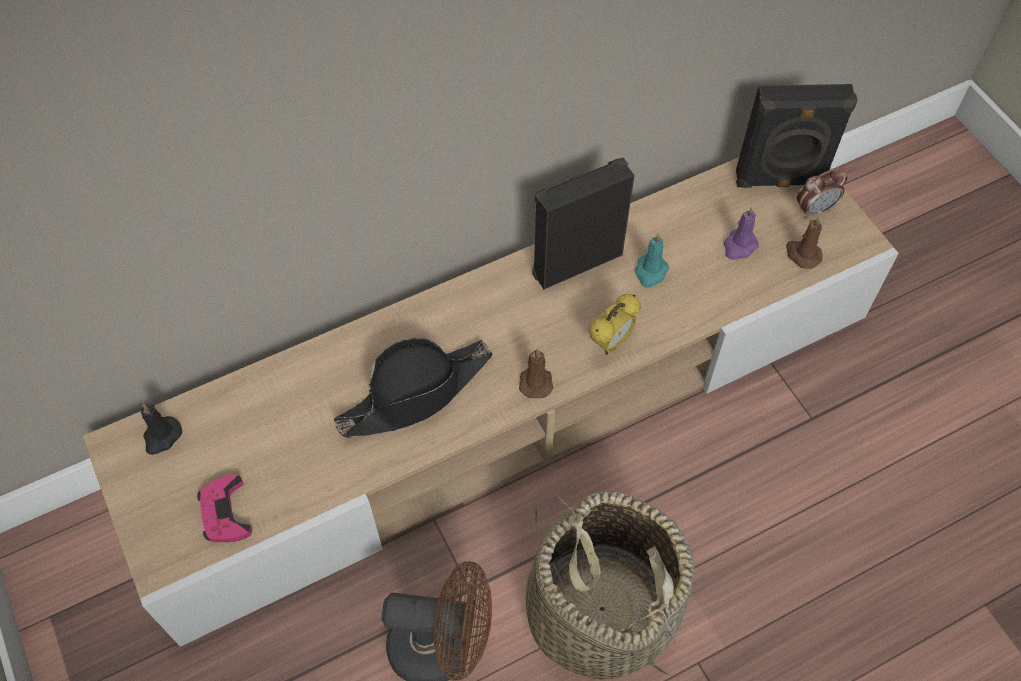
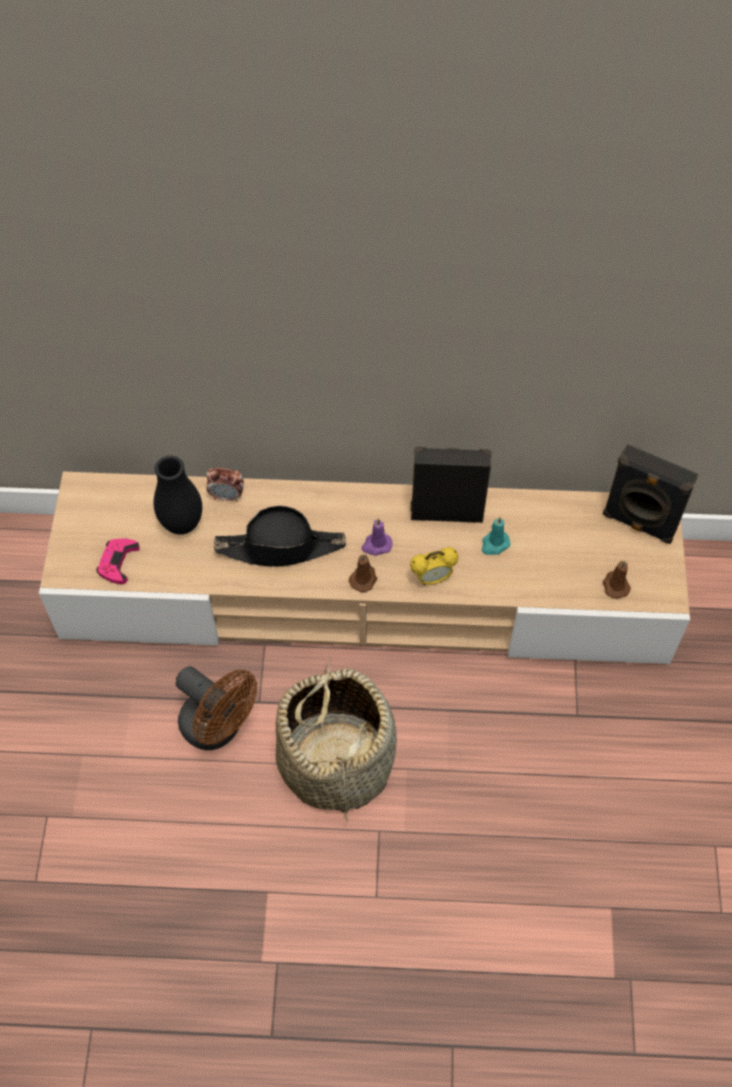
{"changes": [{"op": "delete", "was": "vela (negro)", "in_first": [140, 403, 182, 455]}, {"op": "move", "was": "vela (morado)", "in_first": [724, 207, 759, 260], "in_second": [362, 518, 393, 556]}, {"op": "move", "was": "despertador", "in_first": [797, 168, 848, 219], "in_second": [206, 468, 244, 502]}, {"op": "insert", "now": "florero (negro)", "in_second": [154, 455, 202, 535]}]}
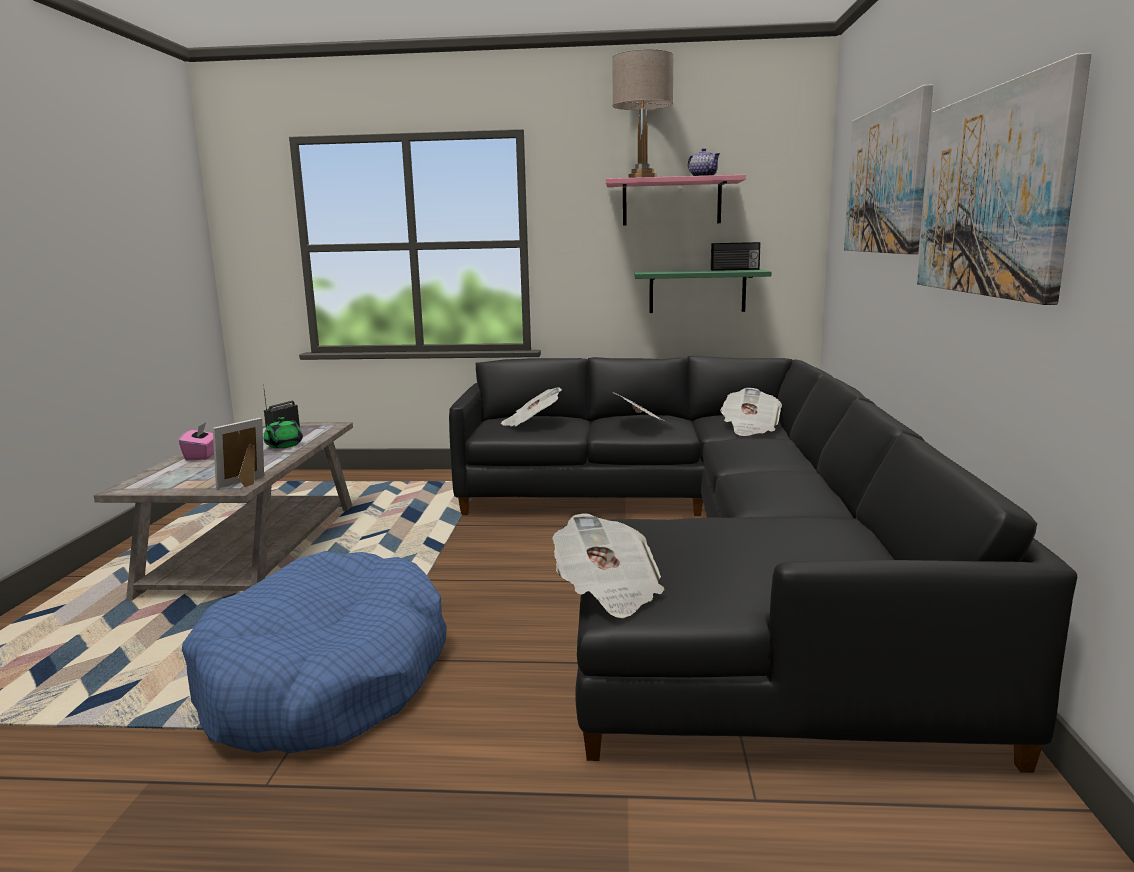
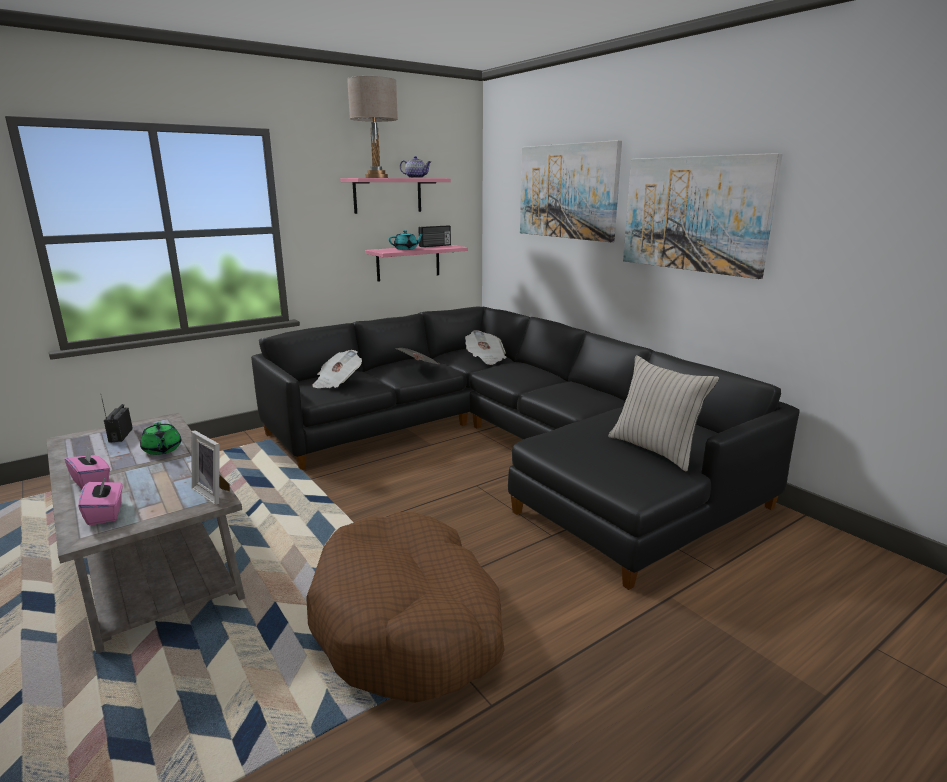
{"changes": [{"op": "recolor", "was": "cama para perro (azul)", "now": "cama para perro (marrón)", "in_first": [182, 551, 447, 753], "in_second": [306, 512, 505, 703]}, {"op": "rotate", "was": "portarretratos", "in_first": [213, 418, 264, 489], "in_second": [191, 430, 230, 505], "clockwise": -45}, {"op": "delete", "was": "periódico", "in_first": [553, 514, 664, 618]}, {"op": "recolor", "was": "estante (verde)", "now": "estante (rosa)", "in_first": [634, 269, 772, 313], "in_second": [365, 245, 468, 282]}, {"op": "insert", "now": "caja de pañuelos (rosa)", "in_second": [79, 474, 123, 525]}, {"op": "insert", "now": "tetera (turquesa)", "in_second": [388, 230, 423, 250]}, {"op": "insert", "now": "cojín (beis)", "in_second": [608, 355, 719, 472]}]}
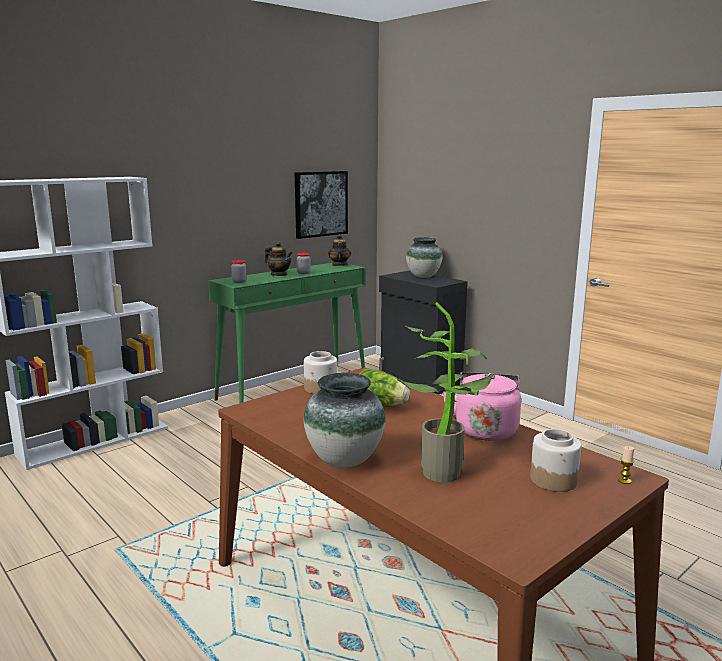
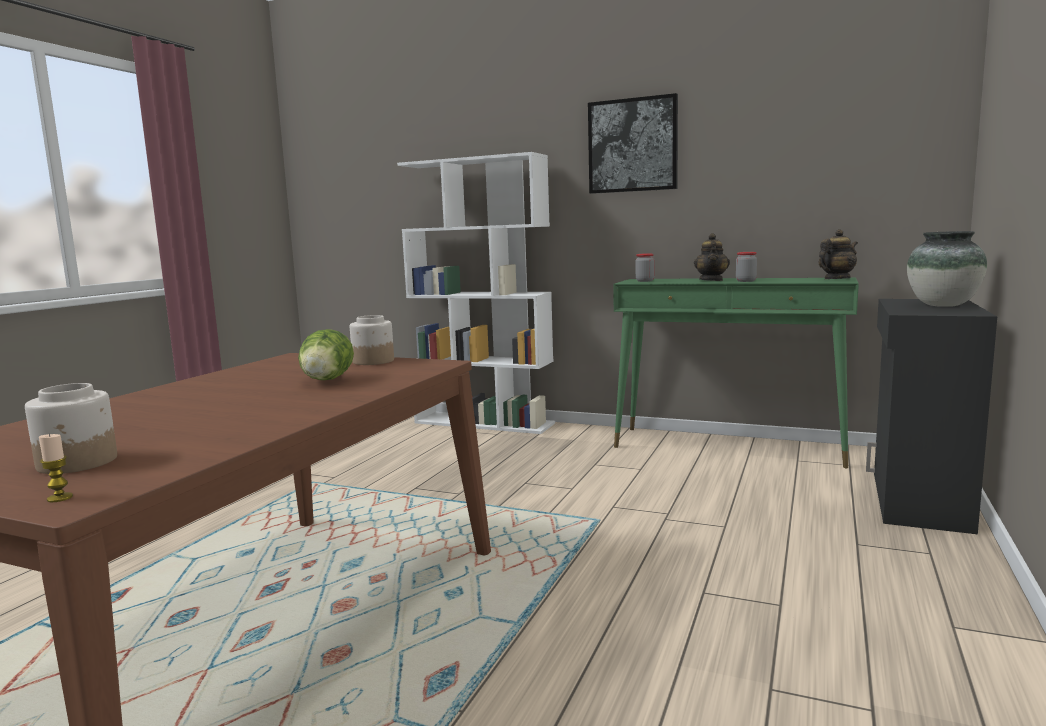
{"changes": [{"op": "move", "was": "cuadro", "in_first": [295, 171, 348, 239], "in_second": [588, 93, 678, 194]}, {"op": "delete", "was": "florero", "in_first": [304, 373, 385, 467]}, {"op": "delete", "was": "planta en maceta", "in_first": [397, 302, 494, 482]}, {"op": "delete", "was": "hervidor (rosa)", "in_first": [443, 372, 521, 441]}]}
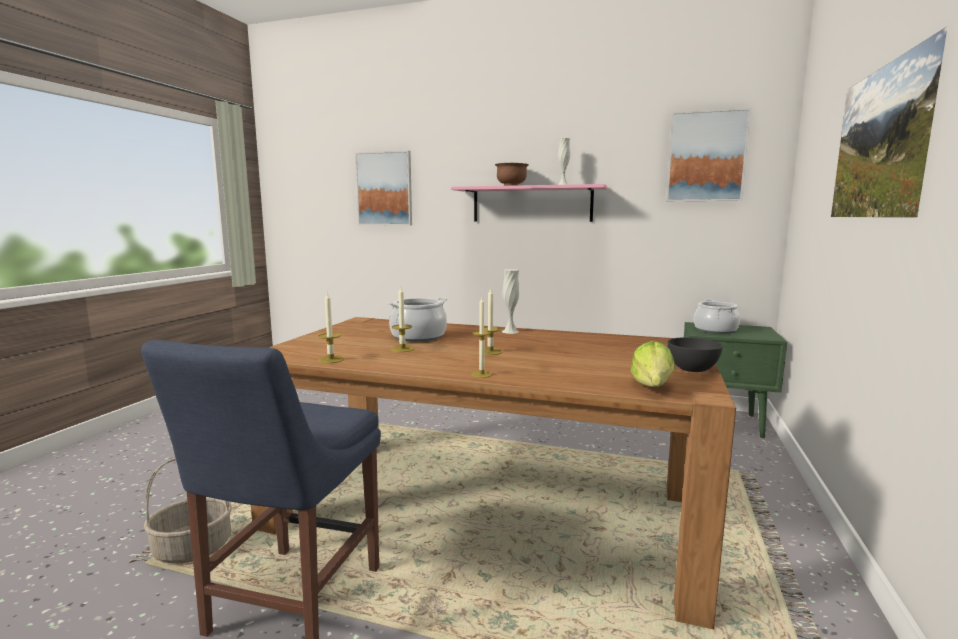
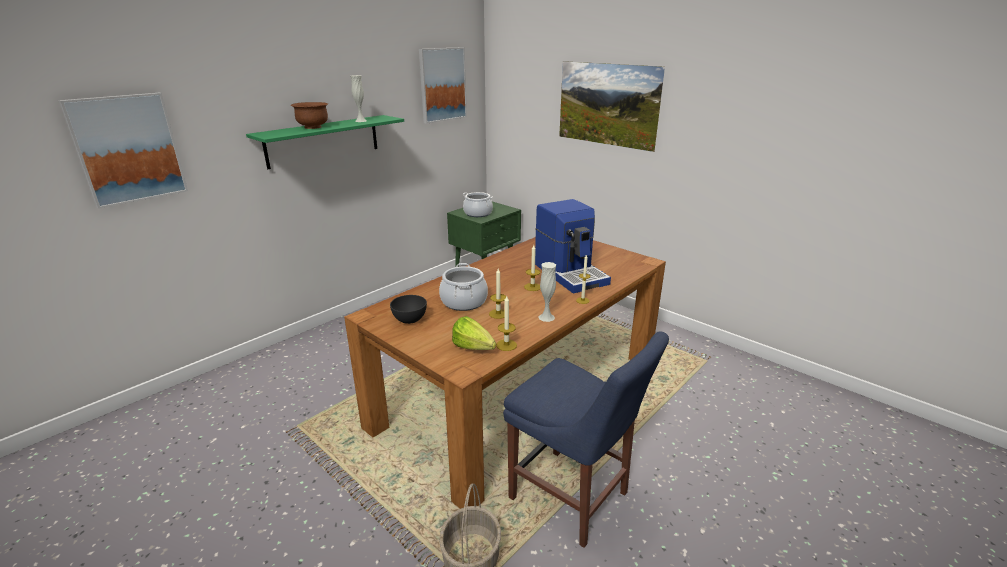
{"changes": [{"op": "recolor", "was": "estante (rosa)", "now": "estante (verde)", "in_first": [451, 184, 608, 222], "in_second": [246, 115, 404, 169]}, {"op": "move", "was": "florero (blanco)", "in_first": [502, 269, 519, 334], "in_second": [538, 262, 556, 322]}, {"op": "move", "was": "lechuga", "in_first": [630, 341, 675, 387], "in_second": [452, 316, 496, 350]}, {"op": "move", "was": "cuenco (gris)", "in_first": [668, 337, 723, 372], "in_second": [390, 295, 427, 324]}, {"op": "insert", "now": "cafetera", "in_second": [535, 199, 611, 294]}]}
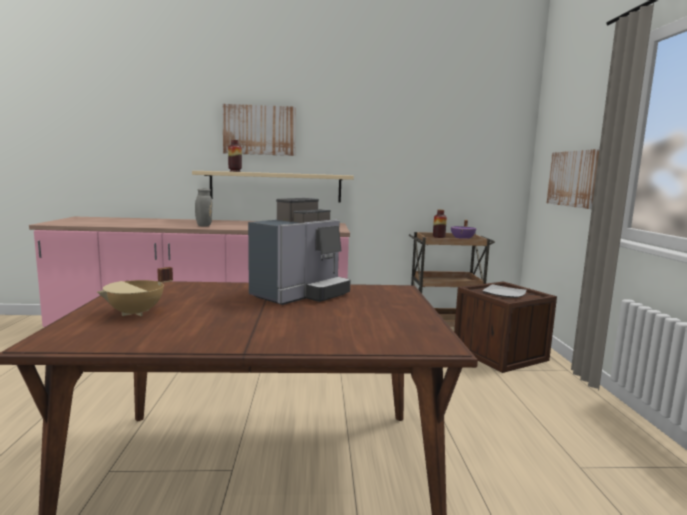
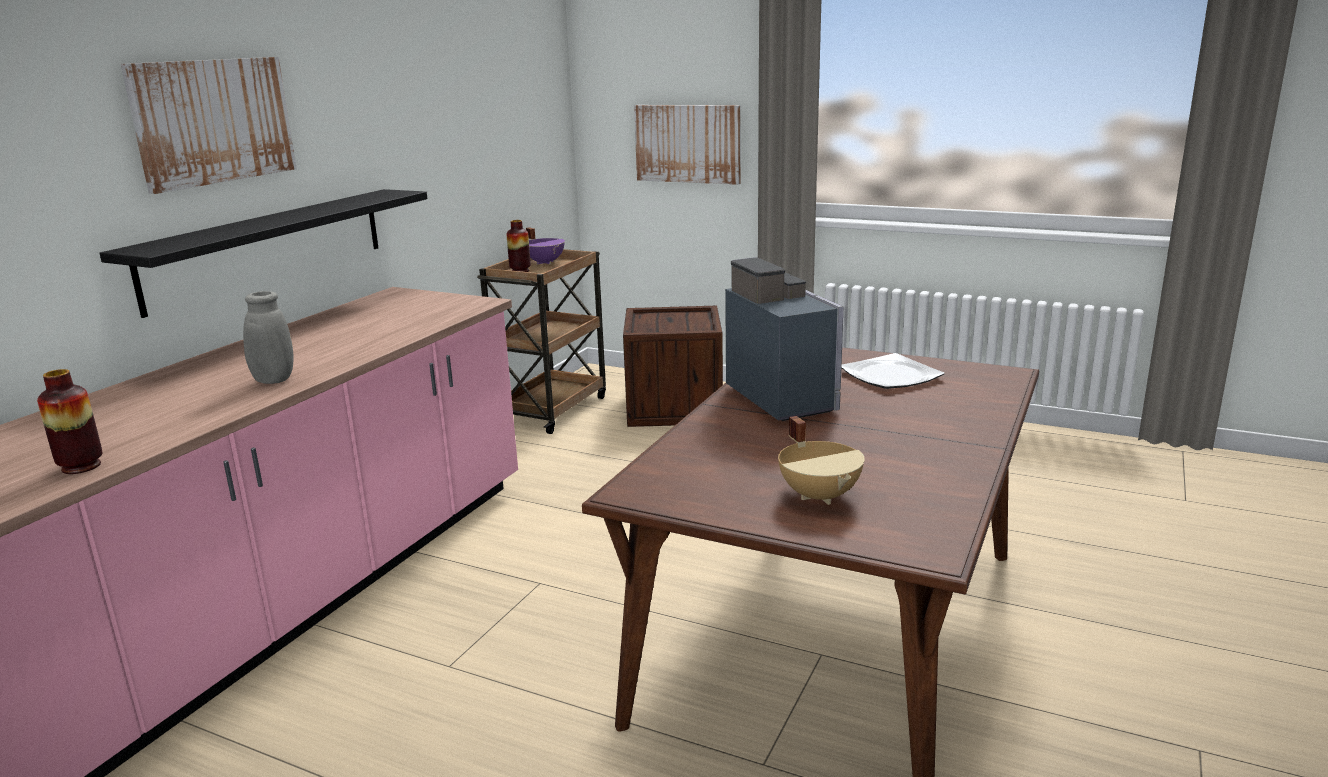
{"changes": [{"op": "recolor", "was": "estante (beis)", "now": "estante (negro)", "in_first": [192, 171, 354, 203], "in_second": [99, 189, 427, 318]}, {"op": "move", "was": "florero", "in_first": [228, 140, 242, 172], "in_second": [37, 369, 103, 474]}, {"op": "move", "was": "plato", "in_first": [483, 284, 527, 298], "in_second": [841, 353, 945, 389]}]}
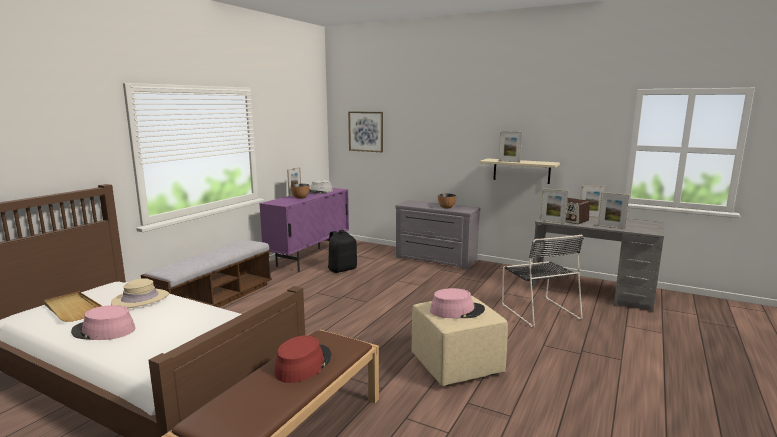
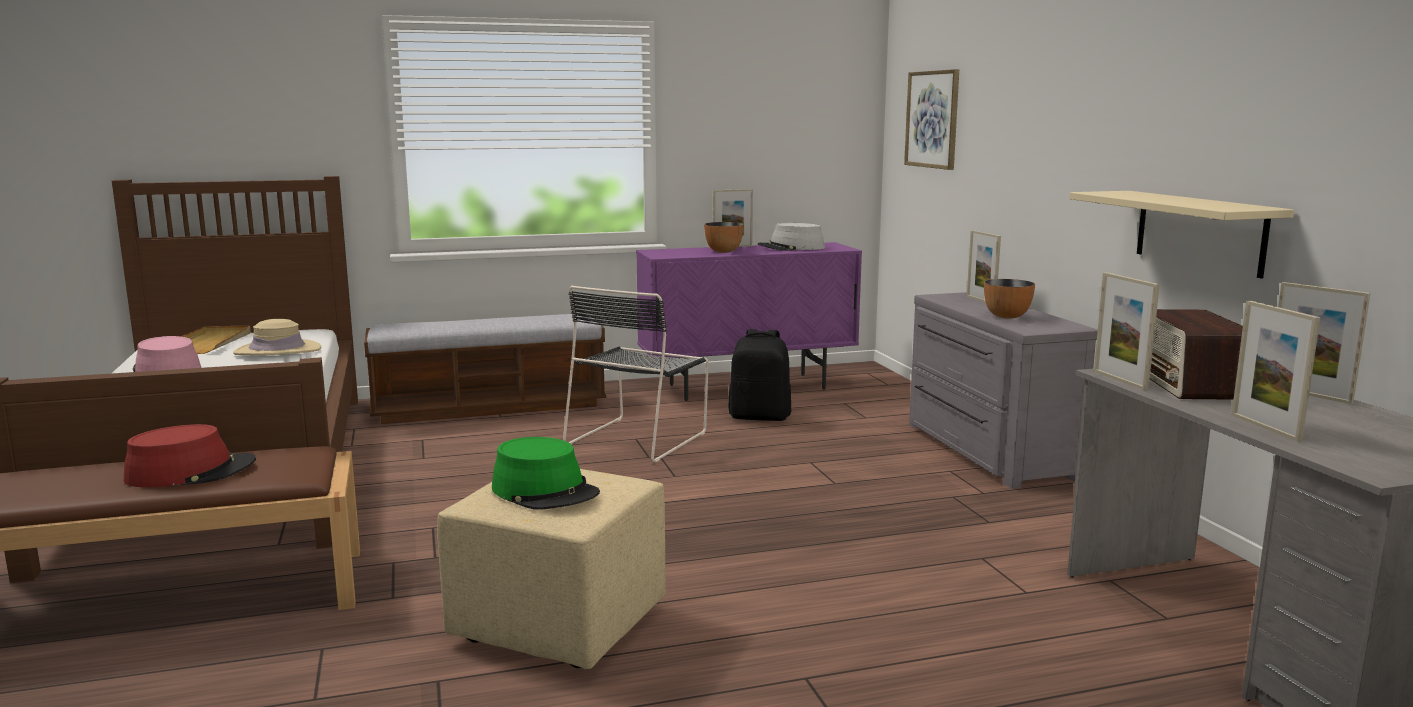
{"changes": [{"op": "recolor", "was": "sombrero (rosa)", "now": "sombrero (verde)", "in_first": [430, 288, 485, 318], "in_second": [492, 437, 600, 509]}, {"op": "move", "was": "portarretratos", "in_first": [499, 131, 522, 162], "in_second": [967, 230, 1001, 303]}, {"op": "move", "was": "silla (negro)", "in_first": [502, 234, 583, 327], "in_second": [563, 286, 709, 462]}]}
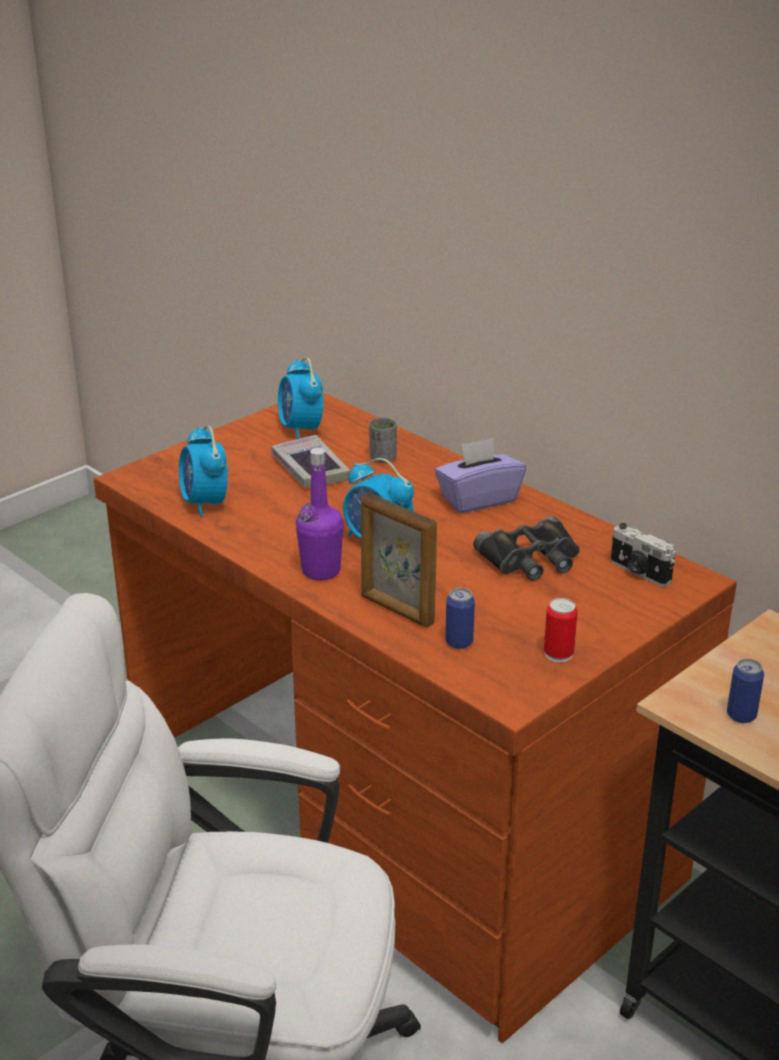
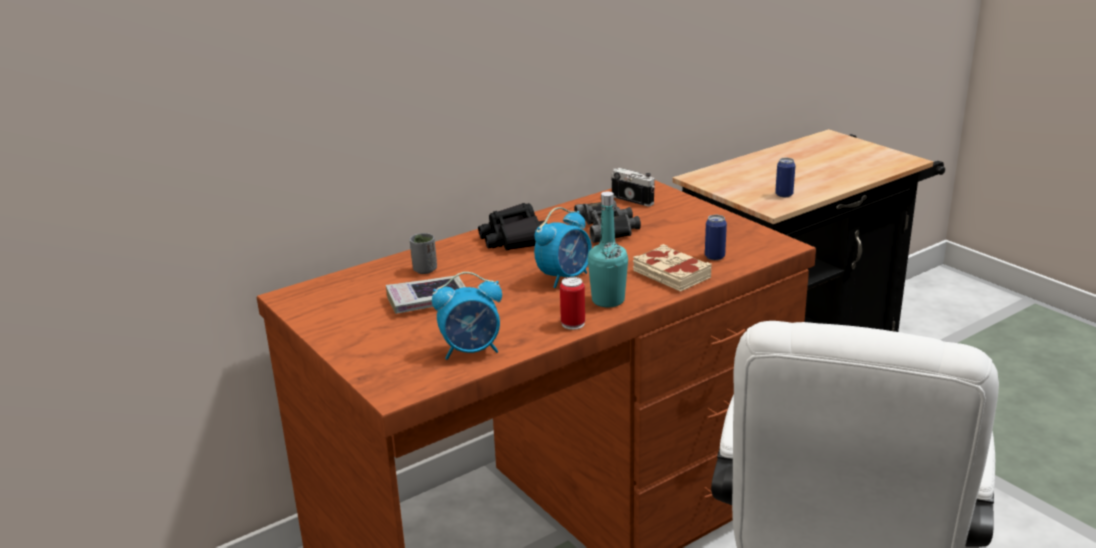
{"changes": [{"op": "delete", "was": "despertador", "in_first": [278, 357, 324, 439]}, {"op": "recolor", "was": "botella (morado)", "now": "botella (turquesa)", "in_first": [296, 448, 344, 580], "in_second": [588, 192, 628, 307]}, {"op": "replace", "was": "portarretratos", "now": "libro (beis)", "in_first": [361, 492, 437, 628], "in_second": [633, 244, 712, 292]}, {"op": "replace", "was": "caja de pañuelos (morado)", "now": "prismáticos (negro)", "in_first": [435, 438, 526, 513], "in_second": [478, 203, 547, 250]}, {"op": "move", "was": "lata", "in_first": [544, 598, 578, 663], "in_second": [560, 277, 585, 330]}, {"op": "rotate", "was": "cámara", "in_first": [611, 523, 675, 587], "in_second": [611, 168, 655, 206], "clockwise": -105}]}
